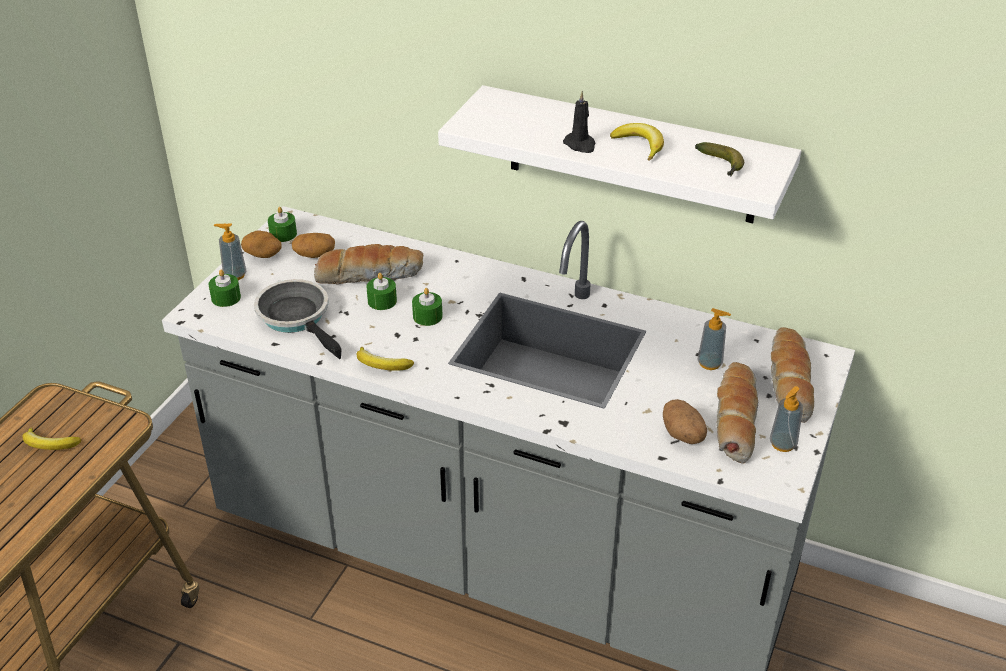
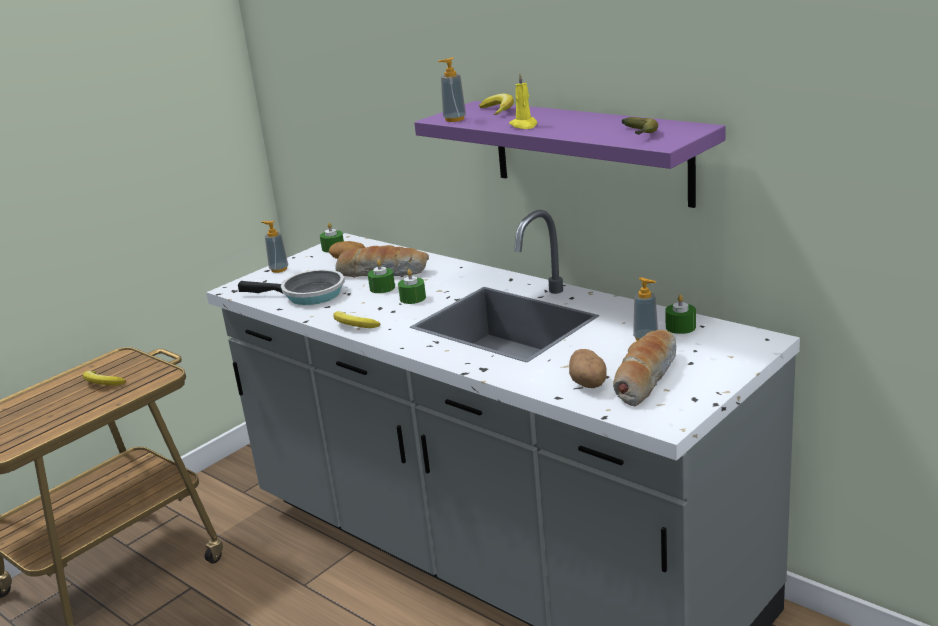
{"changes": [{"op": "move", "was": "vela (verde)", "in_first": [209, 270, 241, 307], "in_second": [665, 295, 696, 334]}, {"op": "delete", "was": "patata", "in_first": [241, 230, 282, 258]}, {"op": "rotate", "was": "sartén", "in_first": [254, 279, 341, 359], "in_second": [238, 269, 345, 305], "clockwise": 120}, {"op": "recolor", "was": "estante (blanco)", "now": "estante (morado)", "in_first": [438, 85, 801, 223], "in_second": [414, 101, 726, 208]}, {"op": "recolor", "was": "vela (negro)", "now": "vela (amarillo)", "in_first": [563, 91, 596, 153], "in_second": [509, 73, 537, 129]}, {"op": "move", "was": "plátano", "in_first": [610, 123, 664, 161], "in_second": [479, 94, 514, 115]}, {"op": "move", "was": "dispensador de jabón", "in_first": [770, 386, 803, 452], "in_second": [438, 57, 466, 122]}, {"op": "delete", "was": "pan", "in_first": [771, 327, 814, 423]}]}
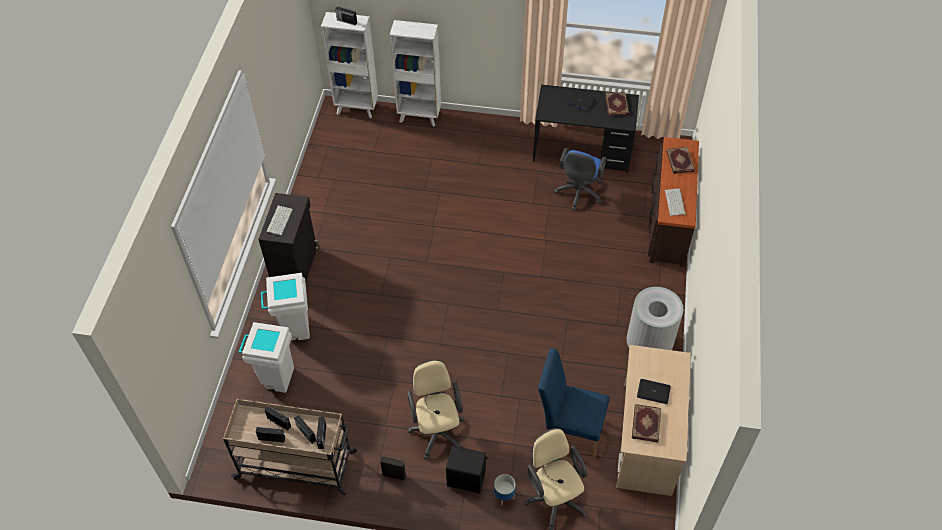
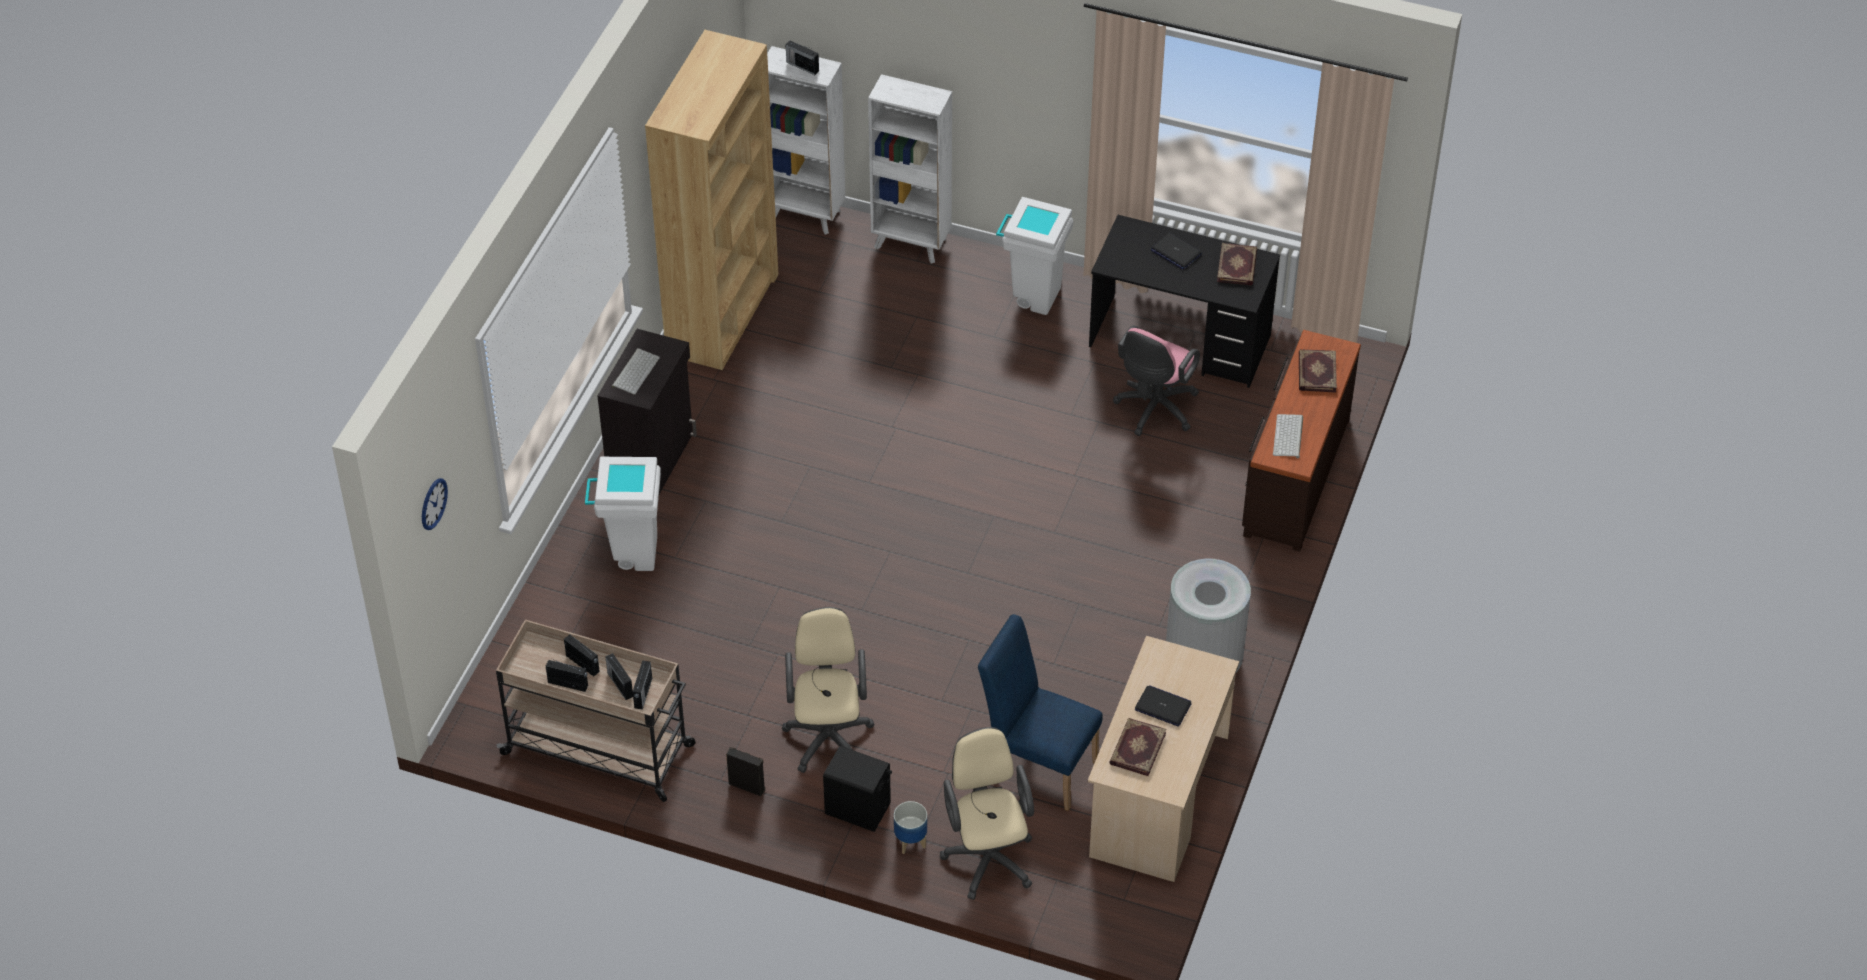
{"changes": [{"op": "move", "was": "papelera (blanco)", "in_first": [239, 322, 294, 393], "in_second": [996, 197, 1073, 315]}, {"op": "recolor", "was": "silla de oficina (azul)", "now": "silla de oficina (rosa)", "in_first": [555, 148, 606, 211], "in_second": [1113, 325, 1200, 436]}, {"op": "insert", "now": "reloj de pared", "in_second": [422, 478, 448, 530]}, {"op": "insert", "now": "estantería (marrón)", "in_second": [645, 30, 779, 370]}]}
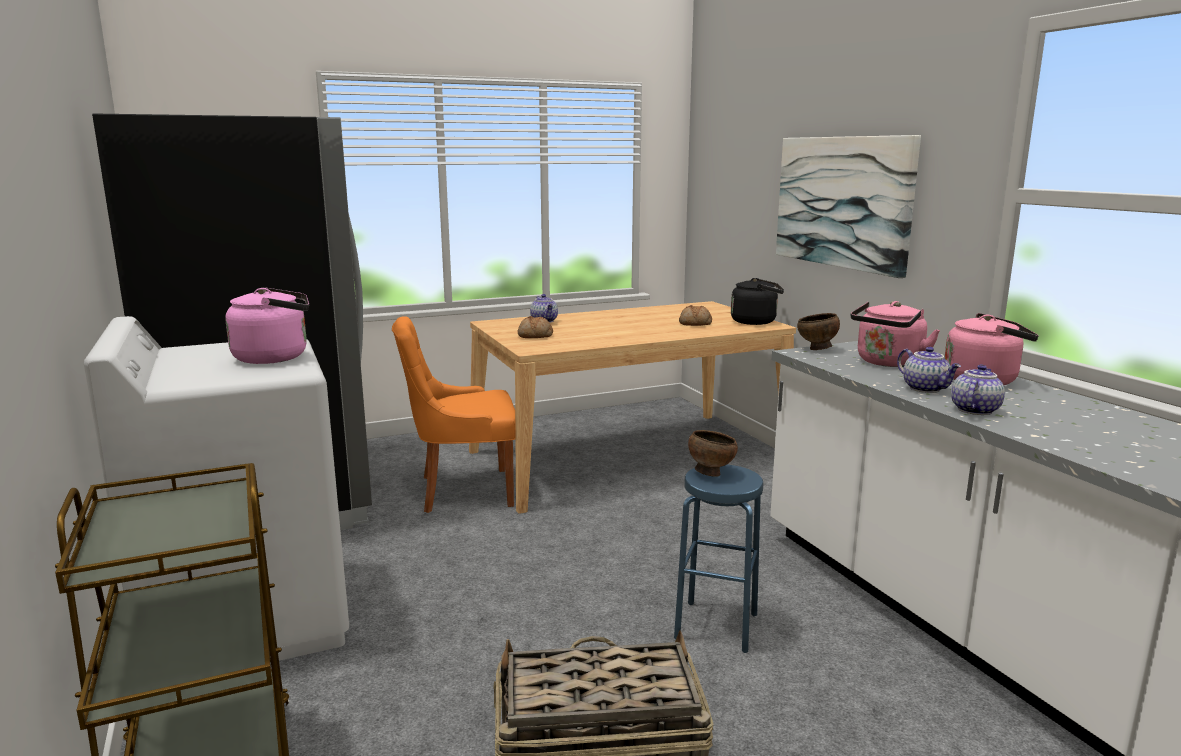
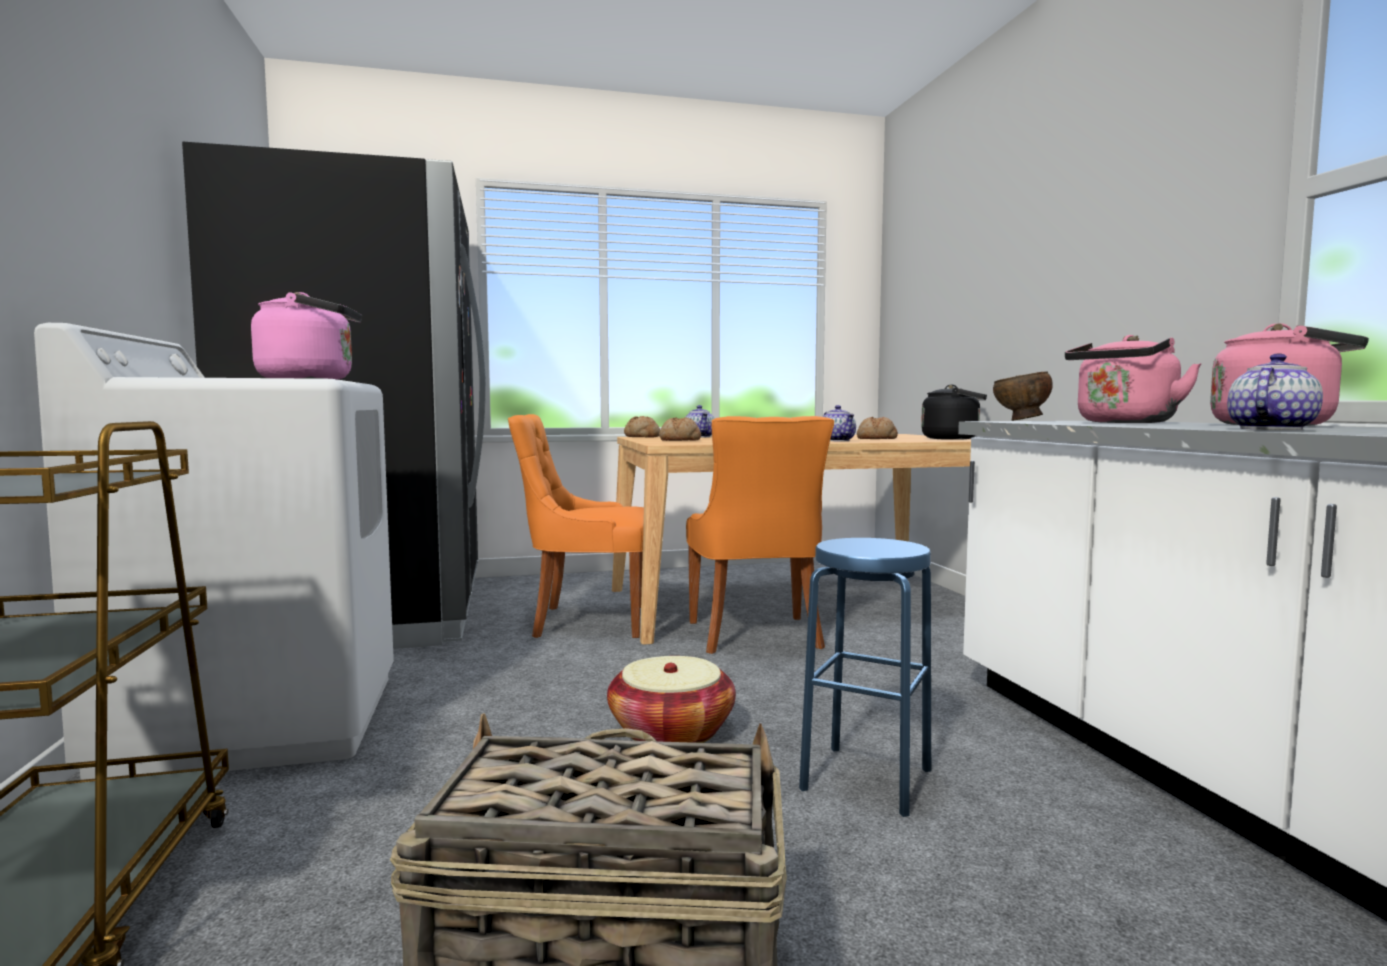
{"changes": [{"op": "delete", "was": "cuenco (marrón)", "in_first": [688, 430, 738, 477]}, {"op": "delete", "was": "cuadro", "in_first": [776, 135, 921, 278]}, {"op": "move", "was": "tetera", "in_first": [897, 347, 961, 393], "in_second": [823, 405, 856, 441]}, {"op": "insert", "now": "cesta", "in_second": [607, 656, 736, 743]}, {"op": "insert", "now": "pan", "in_second": [624, 416, 660, 438]}, {"op": "insert", "now": "silla (naranja)", "in_second": [686, 416, 834, 654]}]}
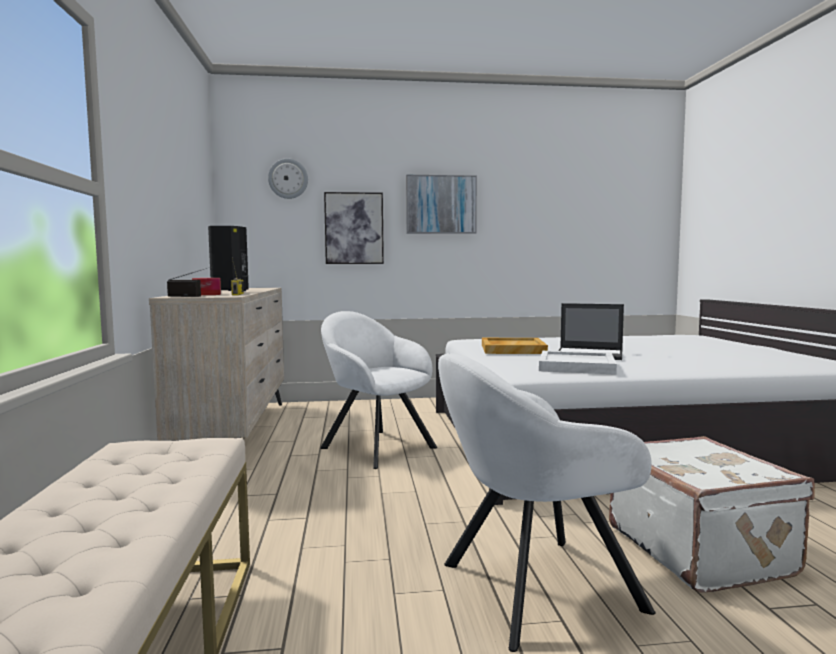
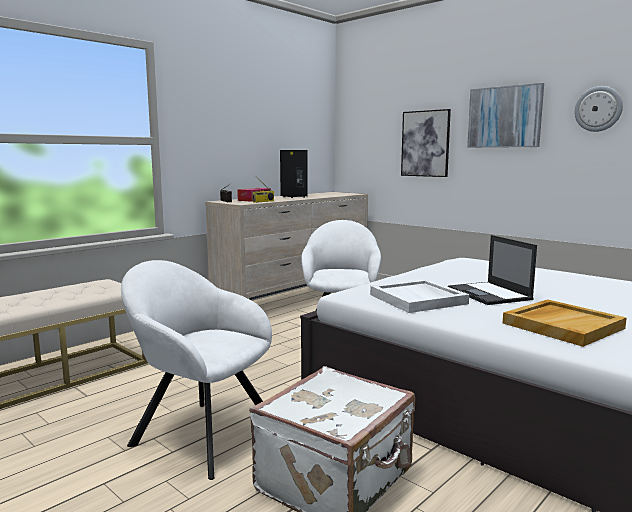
{"changes": [{"op": "move", "was": "reloj de pared", "in_first": [268, 158, 308, 199], "in_second": [575, 86, 623, 132]}, {"op": "move", "was": "bandeja (beis)", "in_first": [482, 338, 548, 354], "in_second": [503, 299, 627, 347]}]}
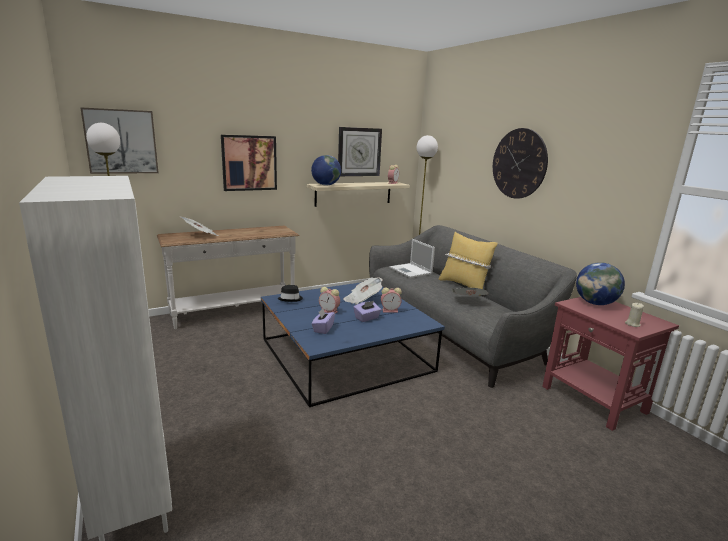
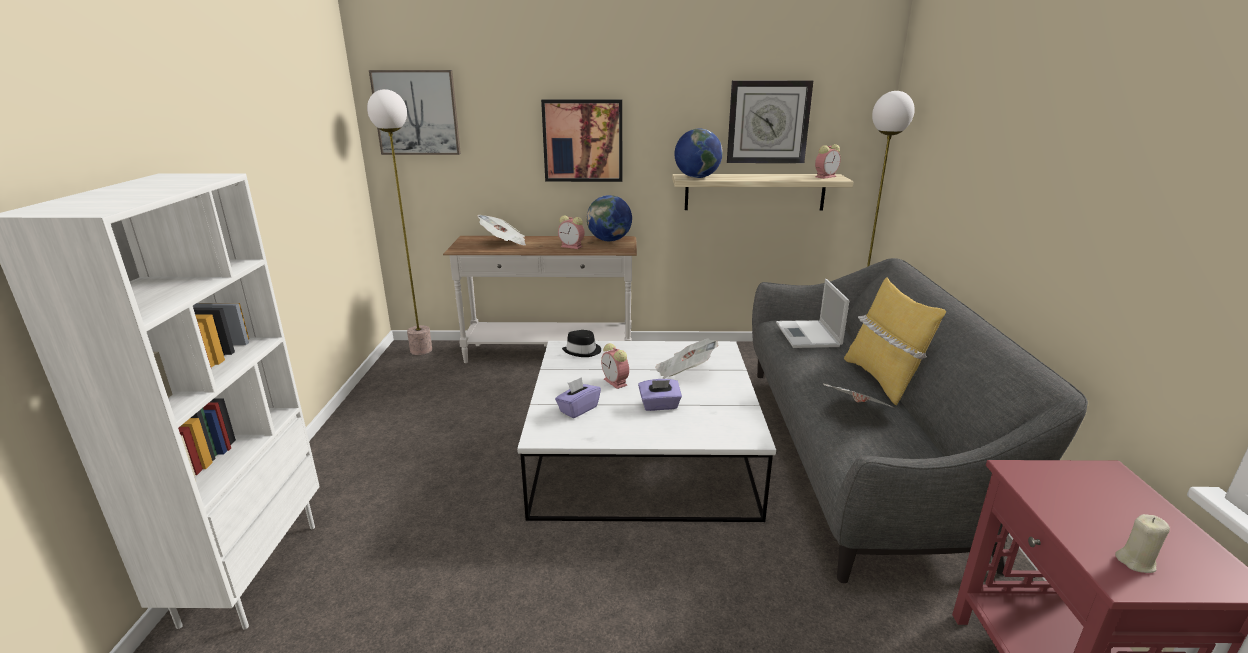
{"changes": [{"op": "recolor", "was": "mesa de centro (azul)", "now": "mesa de centro (blanco)", "in_first": [261, 282, 445, 407], "in_second": [517, 341, 776, 522]}, {"op": "move", "was": "despertador", "in_first": [381, 288, 402, 312], "in_second": [558, 215, 585, 249]}, {"op": "delete", "was": "reloj de pared", "in_first": [493, 128, 548, 199]}, {"op": "move", "was": "globo terráqueo", "in_first": [576, 262, 625, 305], "in_second": [587, 195, 632, 242]}]}
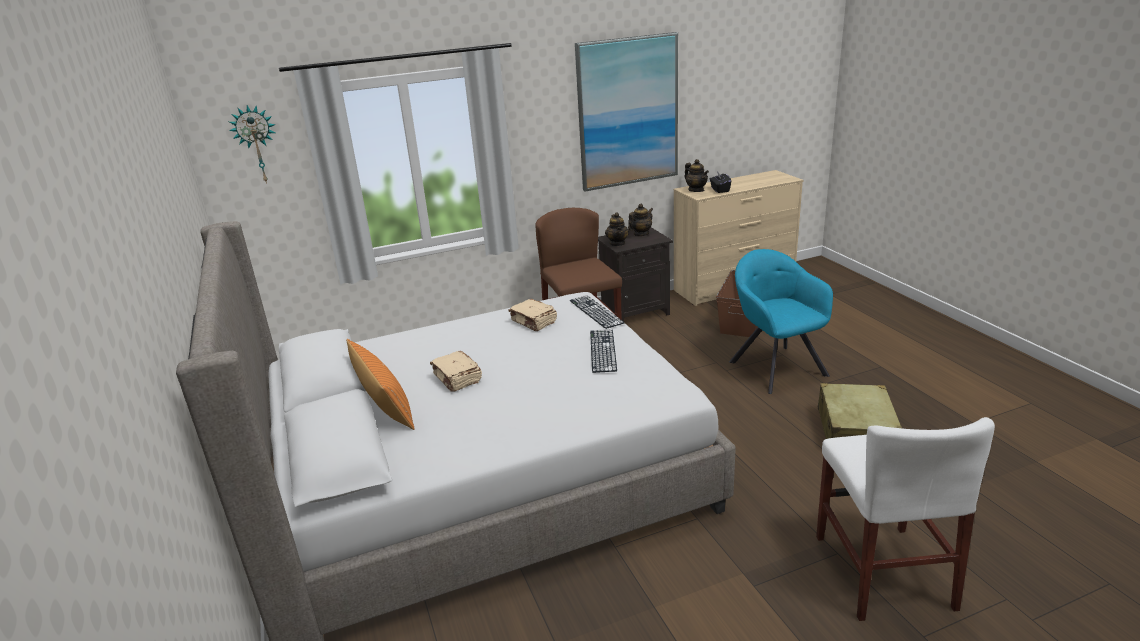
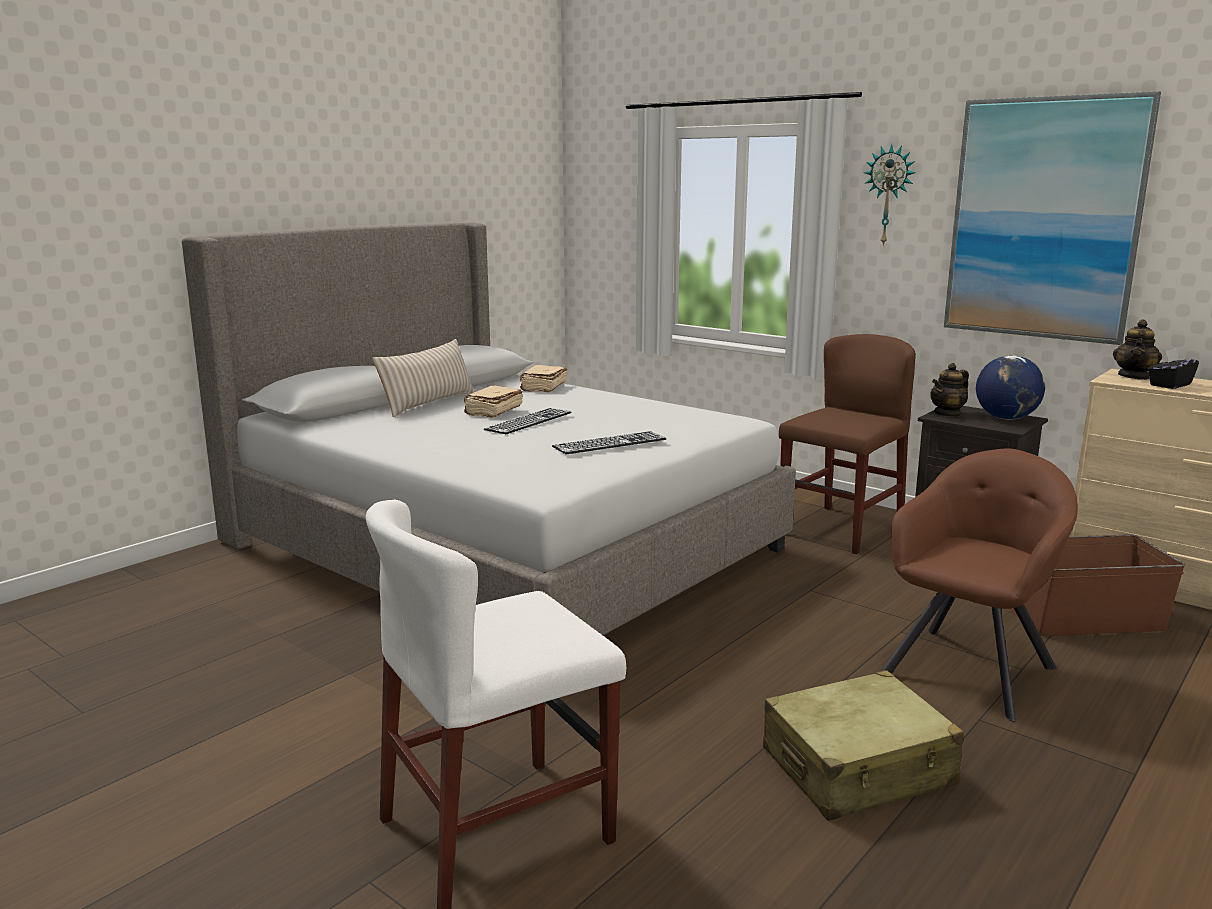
{"changes": [{"op": "move", "was": "reloj de pared", "in_first": [229, 105, 276, 184], "in_second": [864, 144, 916, 246]}, {"op": "recolor", "was": "cojín (naranja)", "now": "cojín (beis)", "in_first": [346, 339, 415, 430], "in_second": [372, 339, 475, 417]}, {"op": "move", "was": "libro (beis)", "in_first": [508, 299, 557, 331], "in_second": [520, 365, 567, 392]}, {"op": "move", "was": "teclado", "in_first": [570, 295, 625, 329], "in_second": [484, 408, 572, 434]}, {"op": "replace", "was": "tetera", "now": "globo terráqueo", "in_first": [628, 204, 653, 236], "in_second": [976, 355, 1045, 420]}, {"op": "recolor", "was": "sillón (turquesa)", "now": "sillón (marrón)", "in_first": [729, 249, 833, 394], "in_second": [881, 448, 1078, 722]}]}
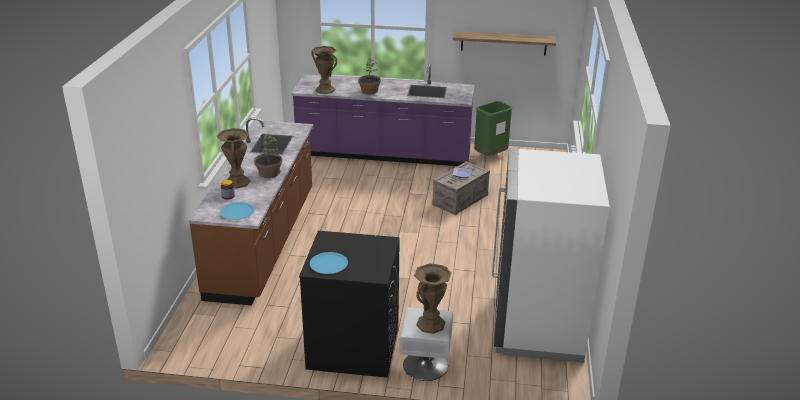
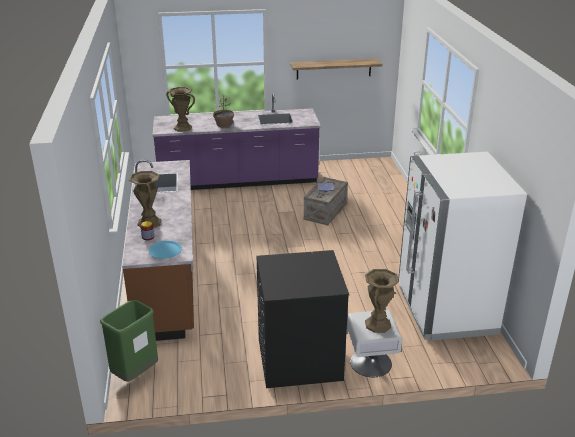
{"changes": [{"op": "delete", "was": "planta en maceta", "in_first": [254, 134, 282, 178]}, {"op": "delete", "was": "plato (azul)", "in_first": [310, 252, 348, 274]}, {"op": "move", "was": "papelera (verde)", "in_first": [474, 101, 513, 156], "in_second": [100, 300, 158, 382]}]}
